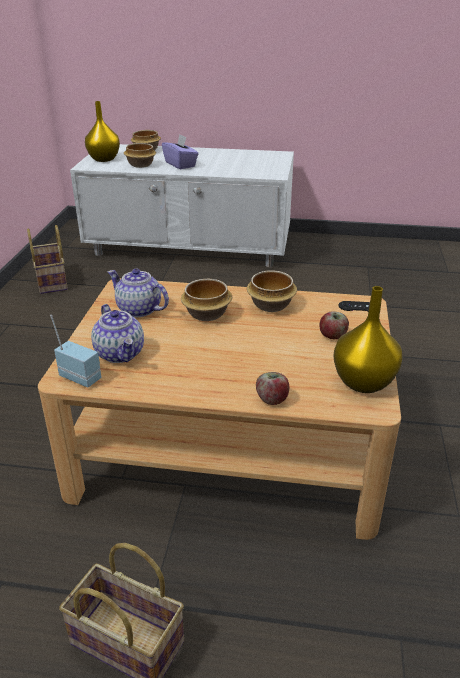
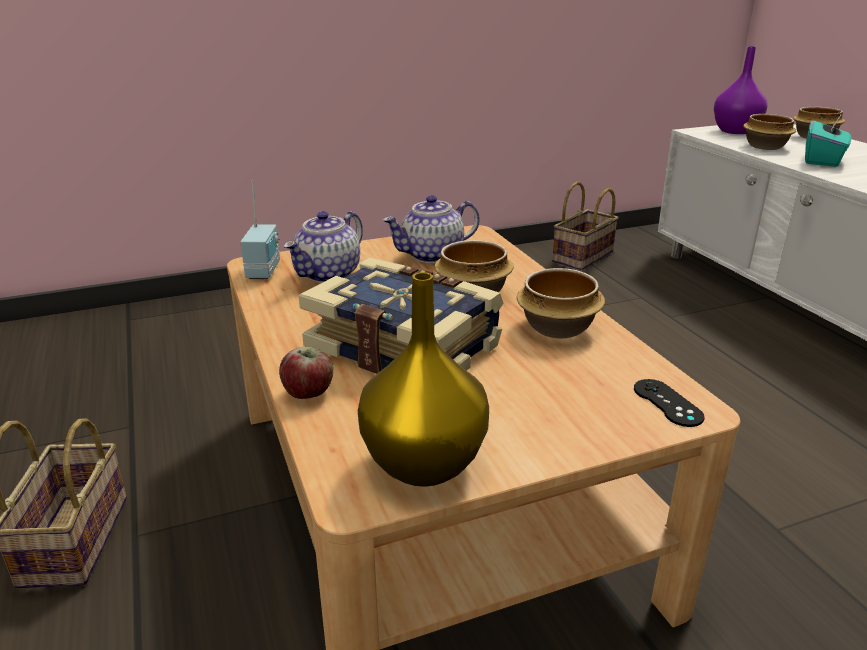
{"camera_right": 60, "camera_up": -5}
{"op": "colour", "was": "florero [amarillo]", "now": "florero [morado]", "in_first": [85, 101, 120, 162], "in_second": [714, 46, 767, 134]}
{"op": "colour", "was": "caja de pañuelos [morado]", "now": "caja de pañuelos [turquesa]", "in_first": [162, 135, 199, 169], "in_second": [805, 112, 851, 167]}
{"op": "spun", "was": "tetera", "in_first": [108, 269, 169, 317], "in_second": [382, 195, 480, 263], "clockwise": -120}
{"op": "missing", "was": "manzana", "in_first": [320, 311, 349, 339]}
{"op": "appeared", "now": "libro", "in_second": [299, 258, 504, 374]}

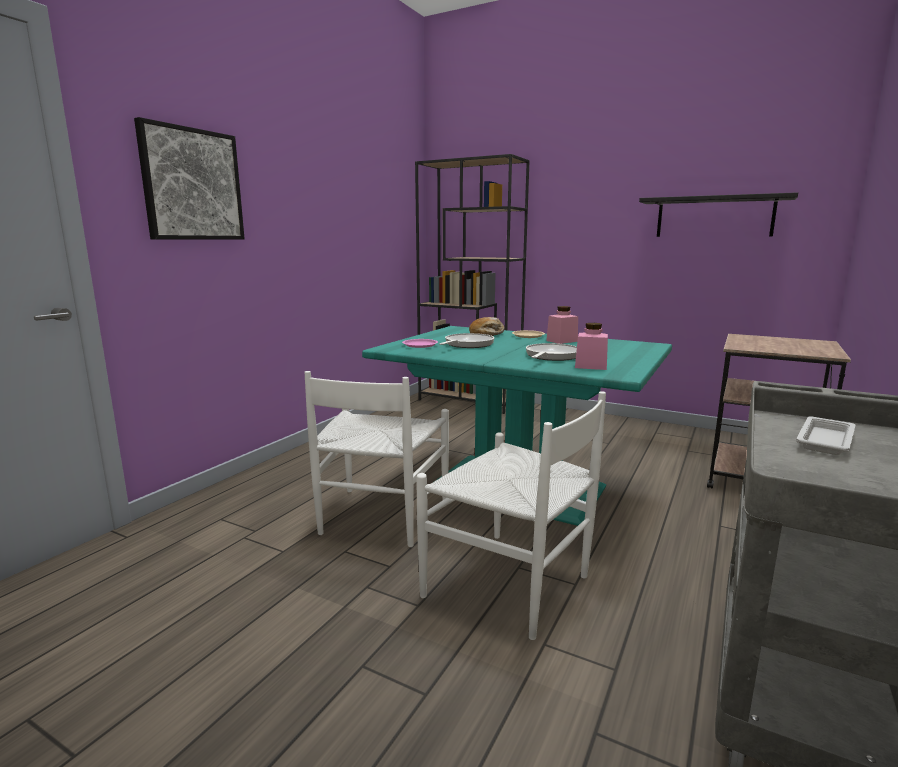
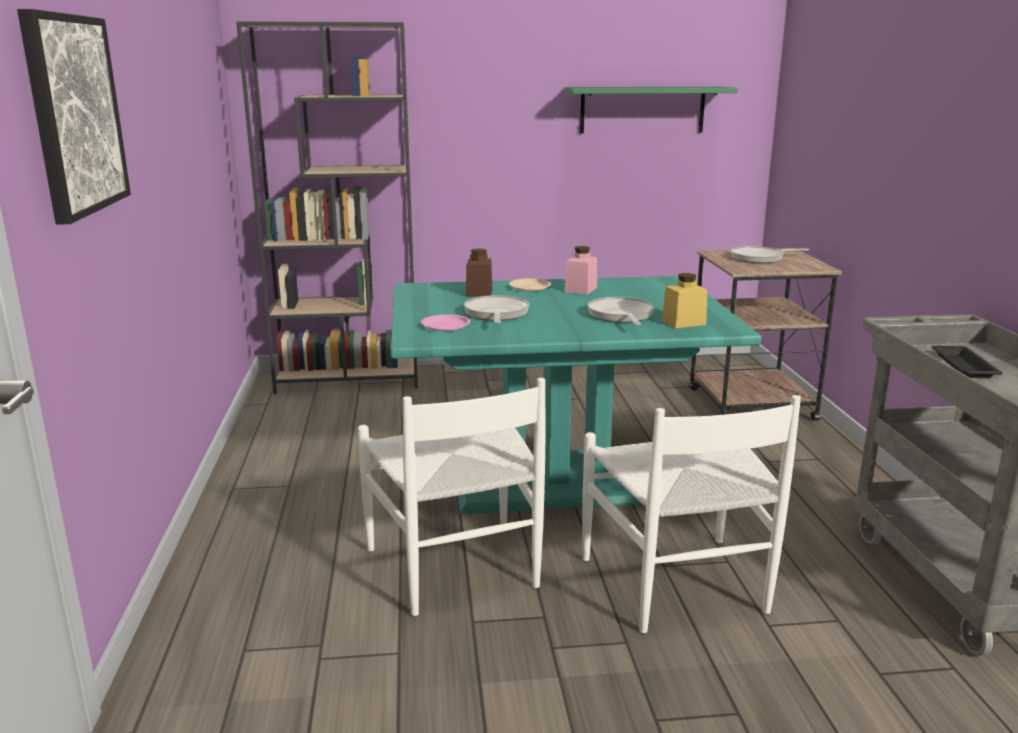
{"camera_right": -35, "camera_up": 5}
{"op": "colour", "was": "estante [negro]", "now": "estante [verde]", "in_first": [639, 192, 798, 237], "in_second": [565, 87, 738, 133]}
{"op": "exchanged", "was": "pan", "now": "tarro [marrón]", "in_first": [469, 317, 504, 336], "in_second": [466, 248, 492, 297]}
{"op": "colour", "was": "tarro [rosa]", "now": "tarro [amarillo]", "in_first": [575, 323, 608, 370], "in_second": [662, 273, 707, 328]}
{"op": "spun", "was": "silla [blanco]", "in_first": [417, 391, 606, 640], "in_second": [582, 395, 801, 633], "clockwise": 75}
{"op": "colour", "was": "bandeja [blanco]", "now": "bandeja [negro]", "in_first": [796, 416, 855, 455], "in_second": [932, 346, 1002, 378]}
{"op": "appeared", "now": "sartén", "in_second": [731, 246, 809, 263]}

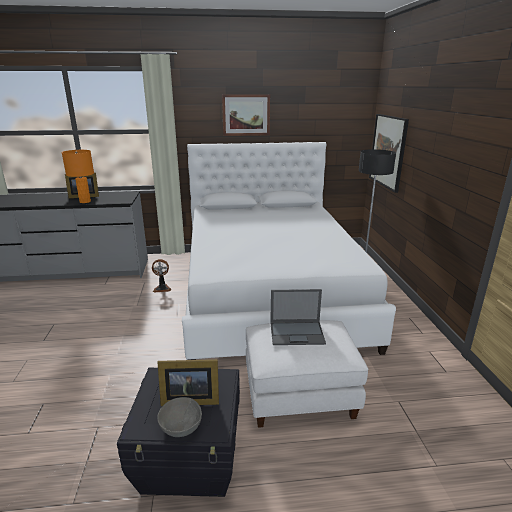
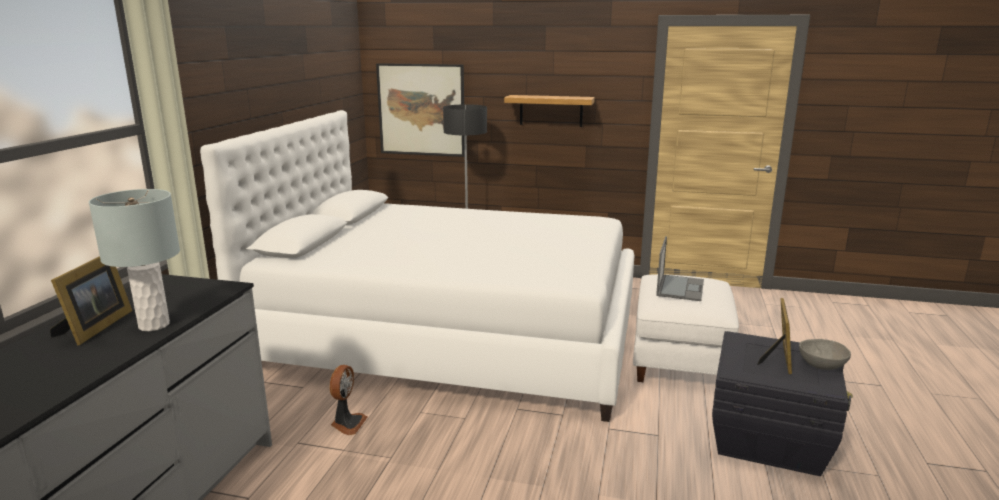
{"camera_right": -70, "camera_up": -5}
{"op": "missing", "was": "cuadro", "in_first": [222, 94, 270, 136]}
{"op": "colour", "was": "lámpara de mesa [naranja]", "now": "lámpara de mesa [gris]", "in_first": [62, 150, 94, 203], "in_second": [89, 189, 180, 331]}
{"op": "appeared", "now": "estante", "in_second": [504, 95, 595, 127]}

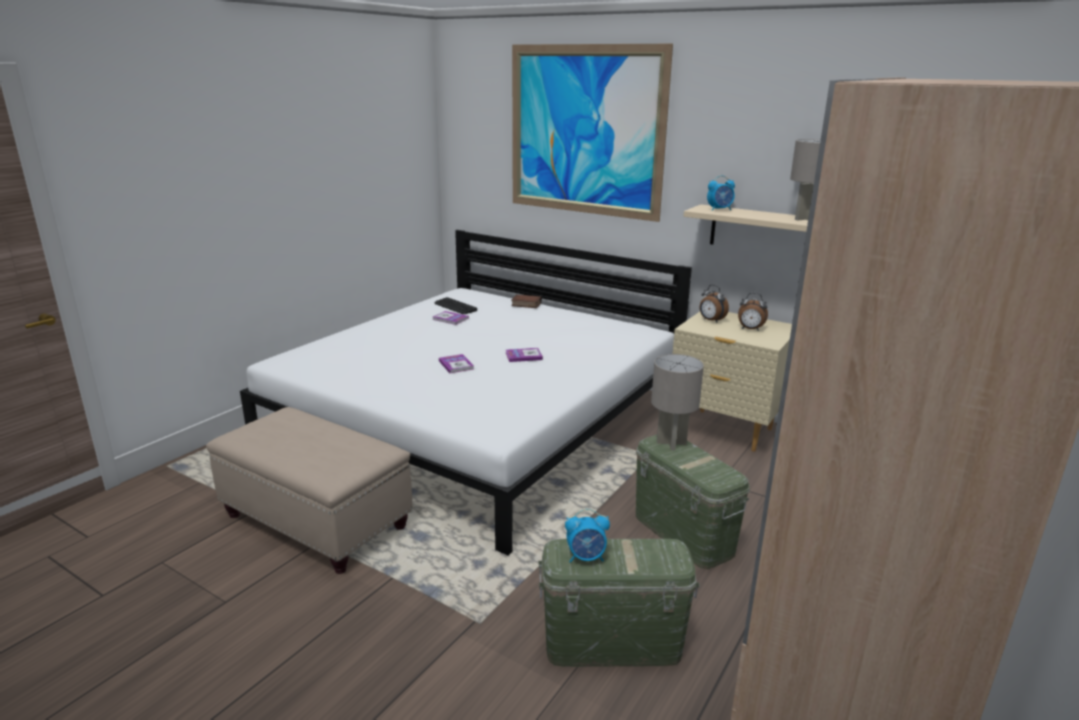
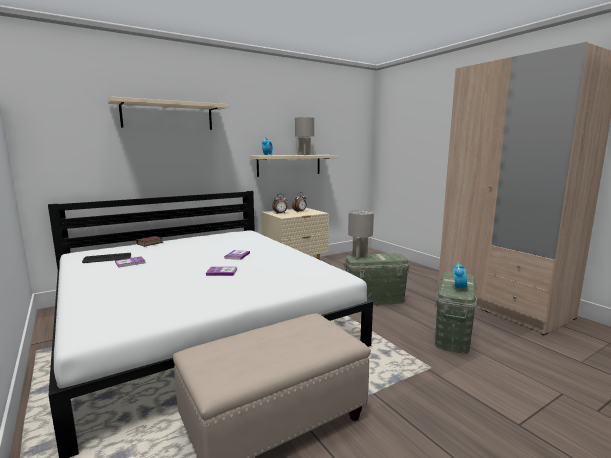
{"camera_right": -65, "camera_up": -10}
{"op": "exchanged", "was": "cuadro", "now": "estante [beis]", "in_first": [512, 44, 673, 222], "in_second": [107, 96, 228, 130]}

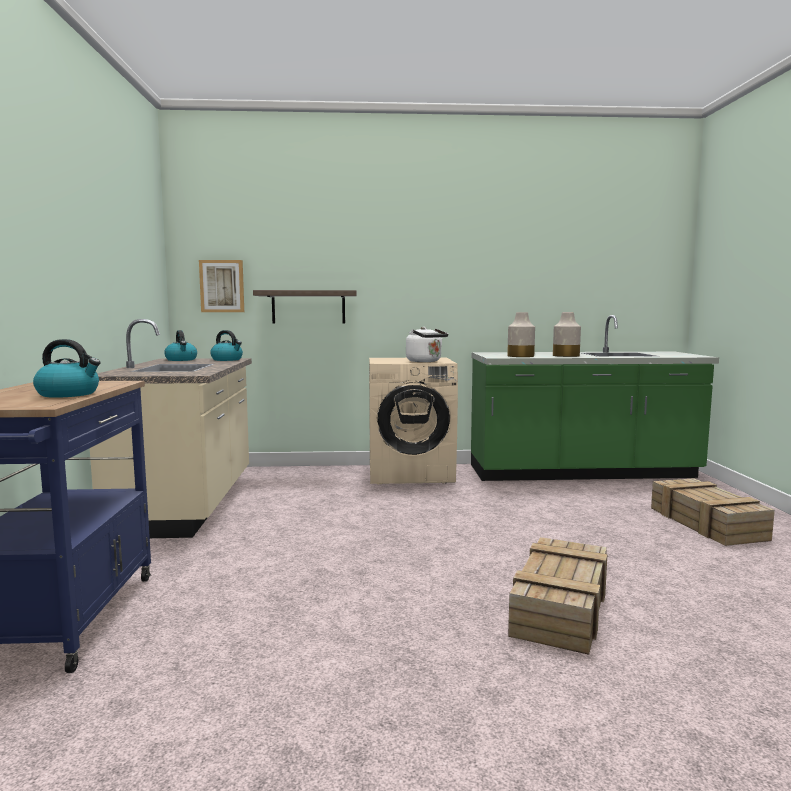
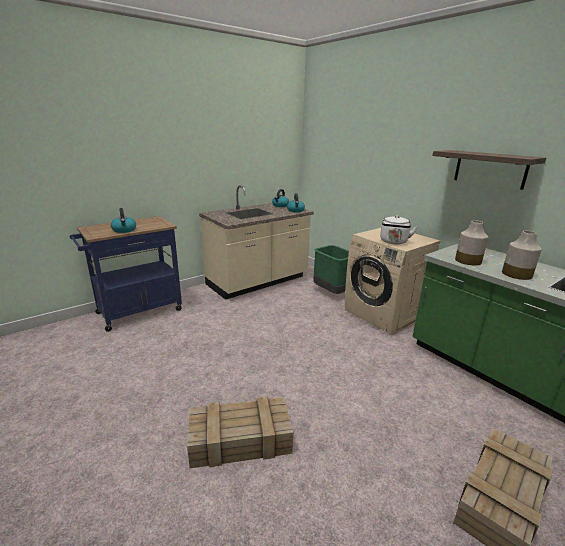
{"camera_right": 55, "camera_up": 15}
{"op": "missing", "was": "cuadro", "in_first": [199, 260, 244, 312]}
{"op": "relocated", "was": "estante", "in_first": [253, 290, 357, 324], "in_second": [432, 150, 546, 190]}
{"op": "appeared", "now": "papelera [verde]", "in_second": [313, 245, 349, 294]}

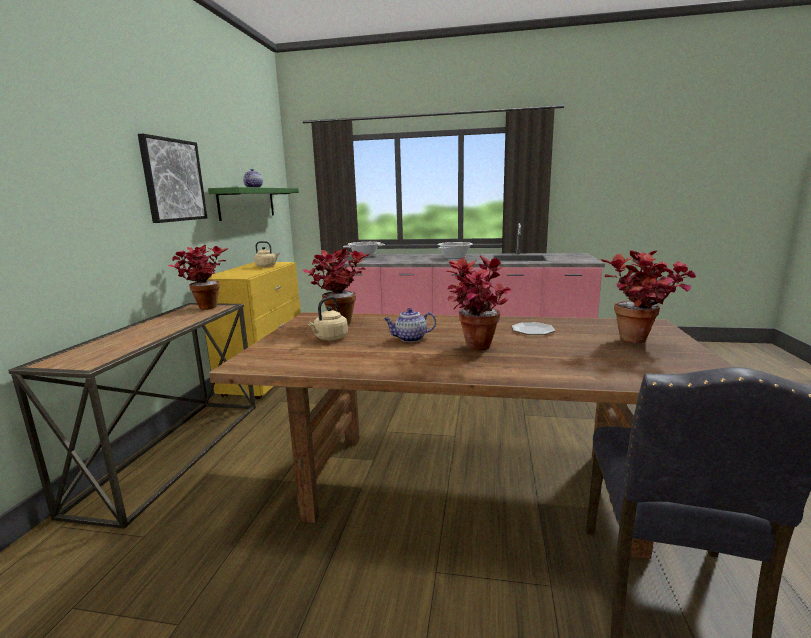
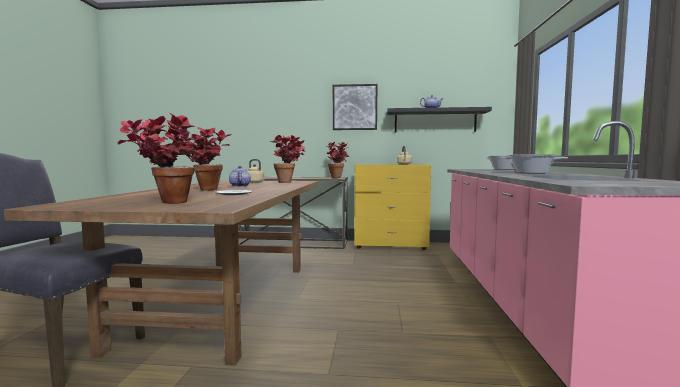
{"camera_right": 85, "camera_up": -10}
{"op": "colour", "was": "estante [verde]", "now": "estante [negro]", "in_first": [208, 187, 299, 221], "in_second": [387, 107, 492, 132]}

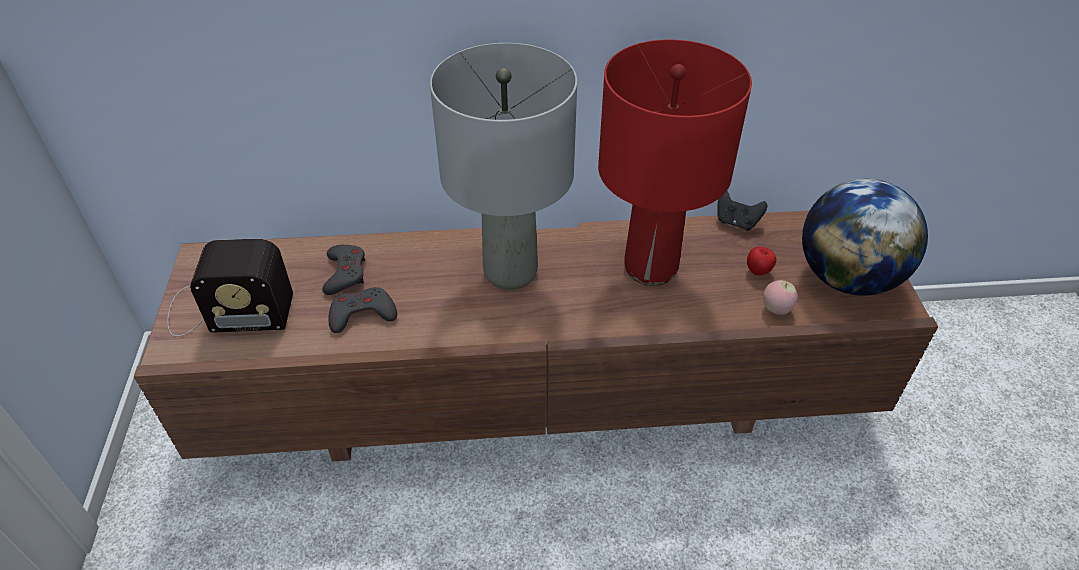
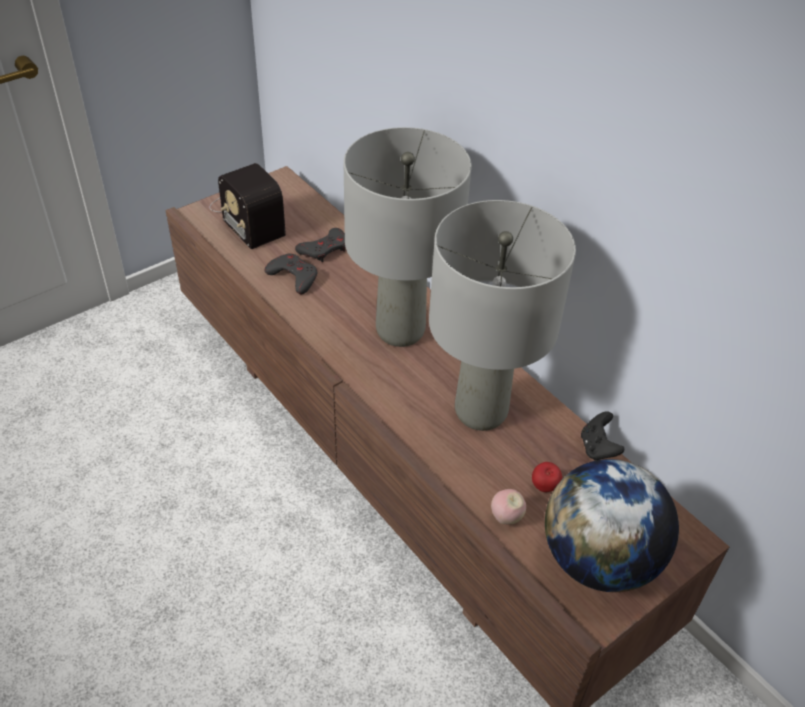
{"camera_right": 55, "camera_up": 0}
{"op": "colour", "was": "lámpara de mesa [rojo]", "now": "lámpara de mesa [gris]", "in_first": [598, 40, 752, 286], "in_second": [429, 200, 576, 431]}

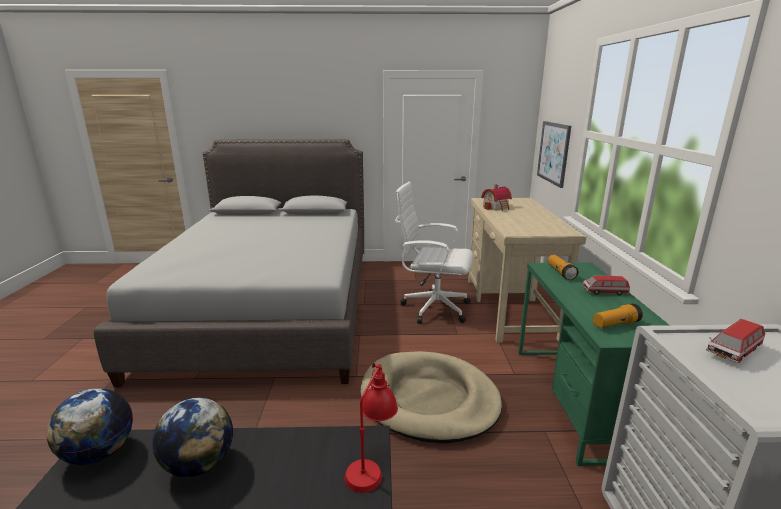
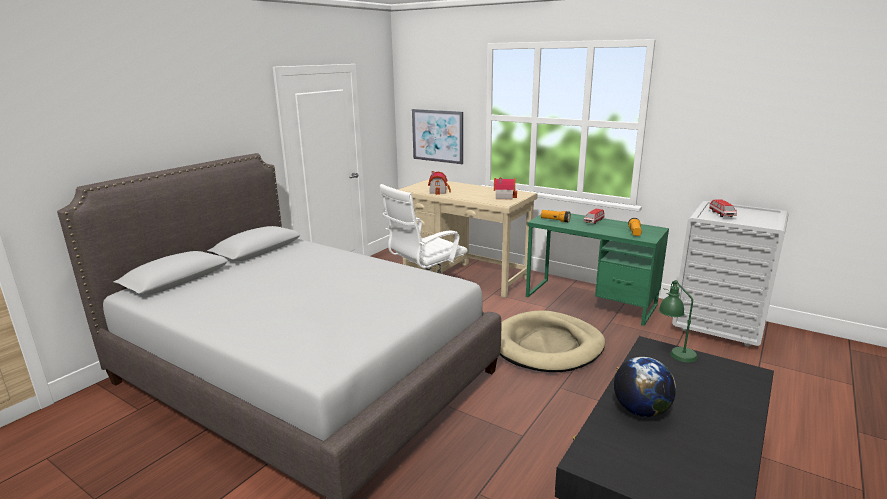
{"camera_right": -55, "camera_up": 0}
{"op": "colour", "was": "lámpara de mesa [rojo]", "now": "lámpara de mesa [verde]", "in_first": [344, 363, 398, 493], "in_second": [659, 280, 697, 363]}
{"op": "missing", "was": "globo terráqueo", "in_first": [47, 388, 133, 465]}
{"op": "appeared", "now": "casita", "in_second": [494, 177, 517, 200]}

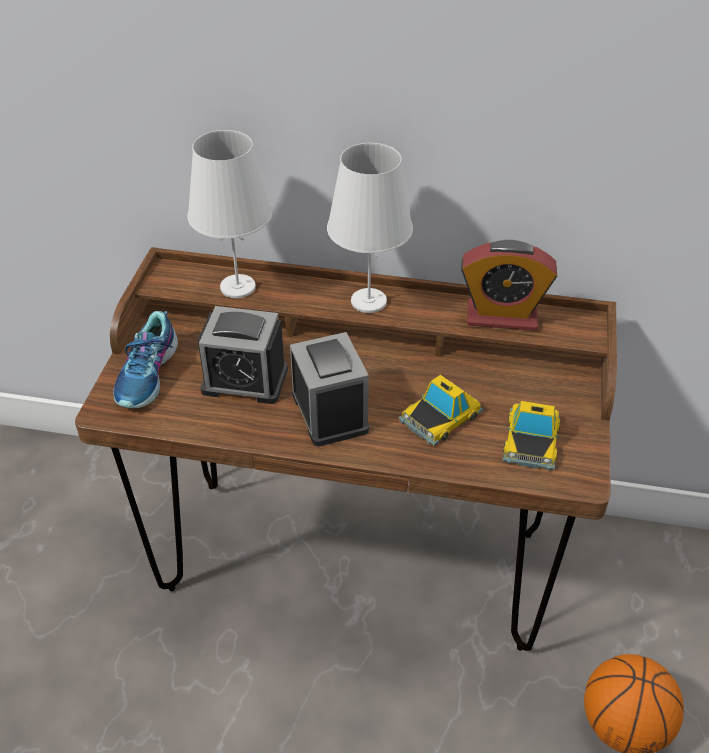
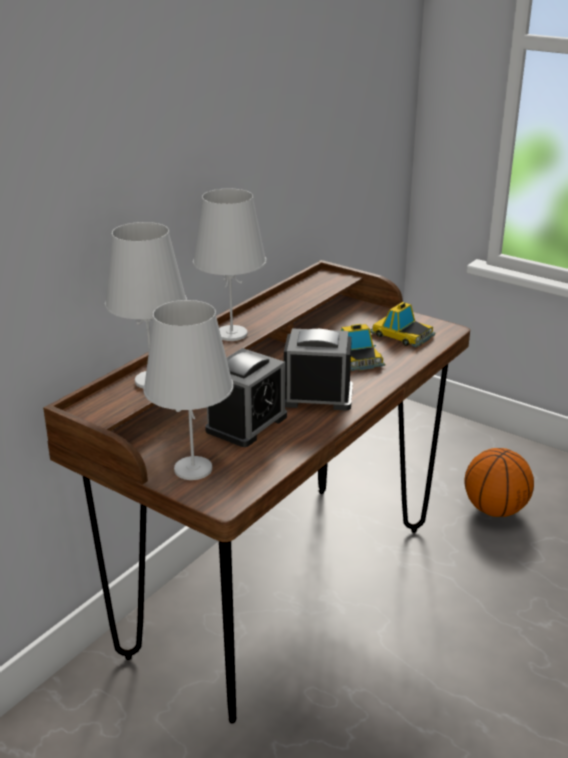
{"camera_right": -65, "camera_up": -15}
{"op": "missing", "was": "despertador", "in_first": [461, 240, 557, 331]}
{"op": "exchanged", "was": "zapato", "now": "lámpara de mesa [blanco]", "in_first": [113, 311, 178, 408], "in_second": [143, 300, 234, 480]}

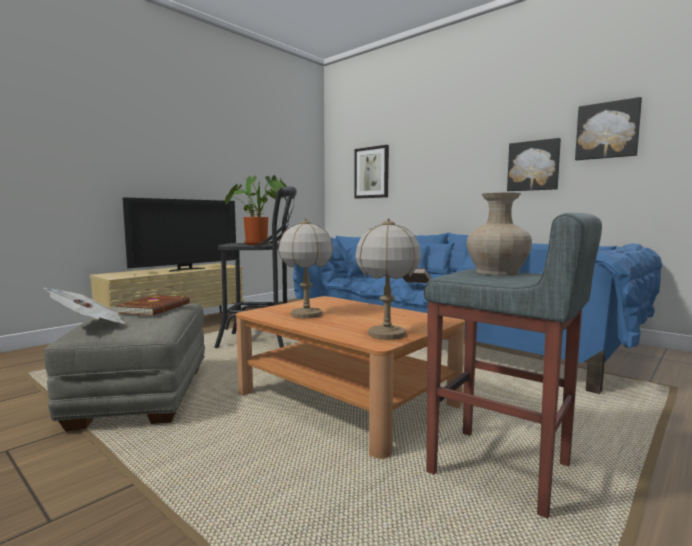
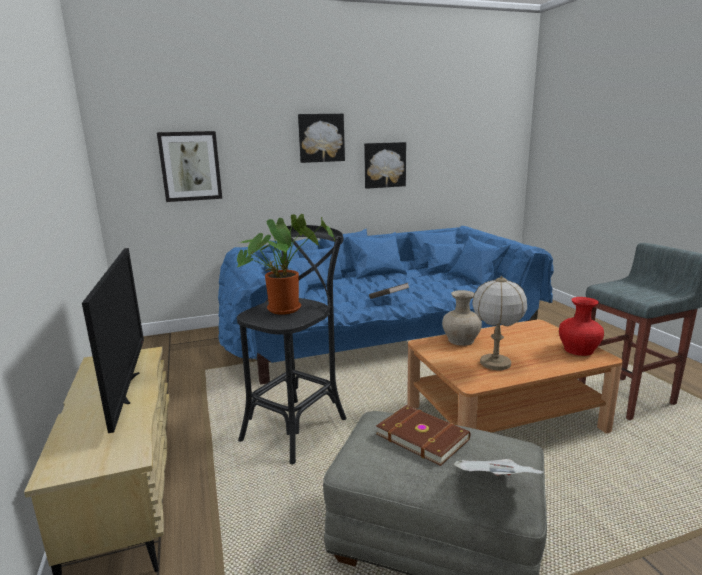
{"camera_right": -60, "camera_up": 10}
{"op": "relocated", "was": "cuadro", "in_first": [575, 97, 642, 160], "in_second": [298, 114, 345, 163]}
{"op": "relocated", "was": "florero [beis]", "in_first": [467, 192, 532, 275], "in_second": [442, 290, 482, 346]}
{"op": "exchanged", "was": "lámpara de mesa", "now": "florero [rojo]", "in_first": [355, 218, 421, 340], "in_second": [559, 297, 604, 356]}

